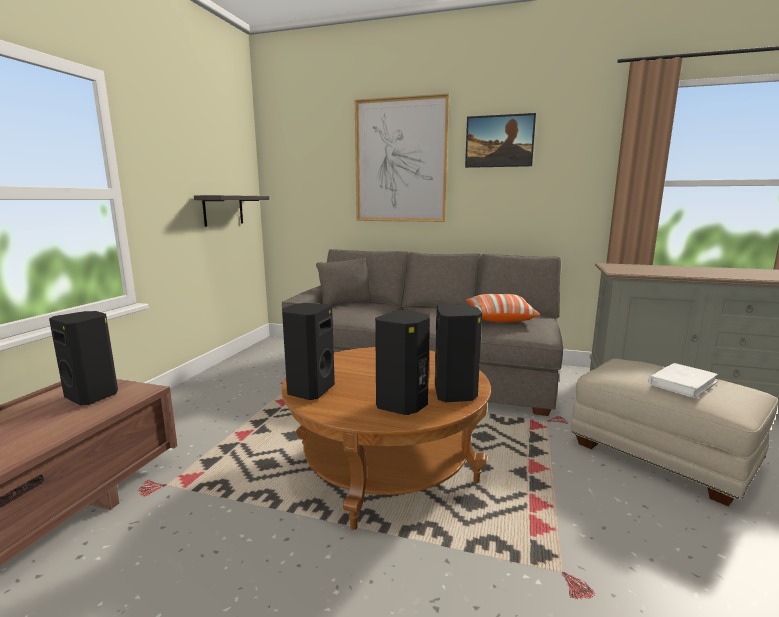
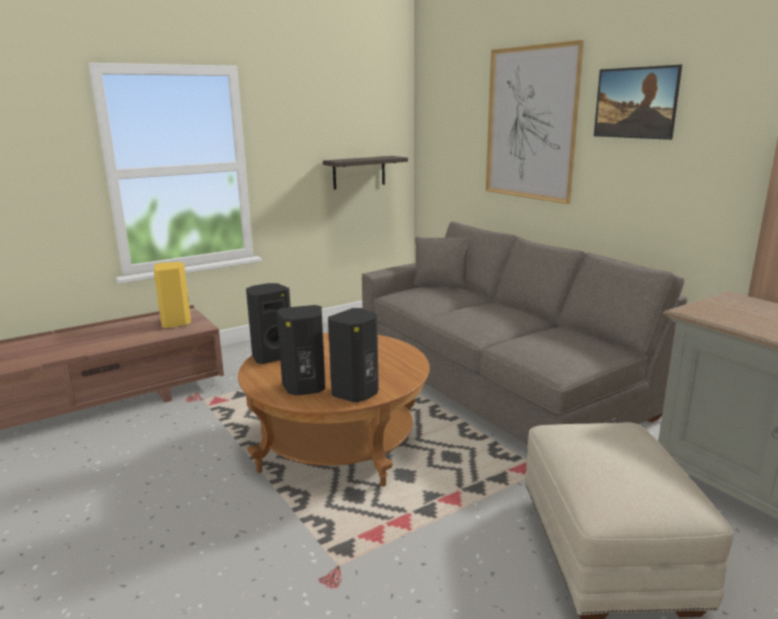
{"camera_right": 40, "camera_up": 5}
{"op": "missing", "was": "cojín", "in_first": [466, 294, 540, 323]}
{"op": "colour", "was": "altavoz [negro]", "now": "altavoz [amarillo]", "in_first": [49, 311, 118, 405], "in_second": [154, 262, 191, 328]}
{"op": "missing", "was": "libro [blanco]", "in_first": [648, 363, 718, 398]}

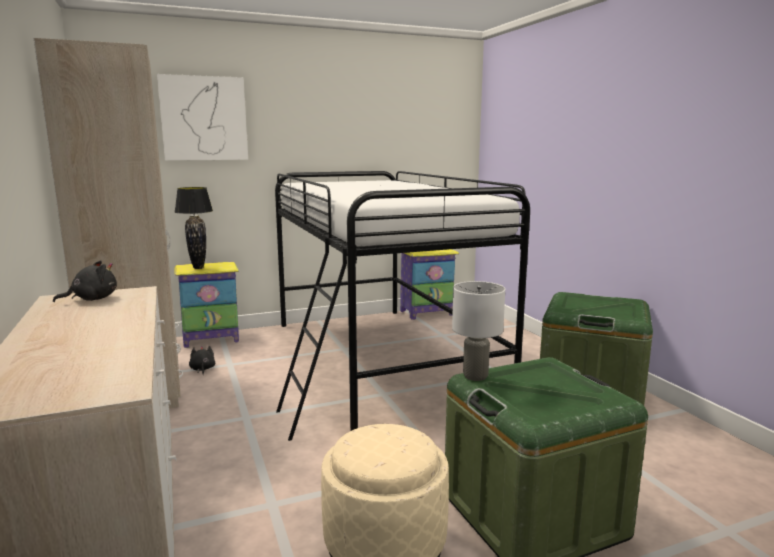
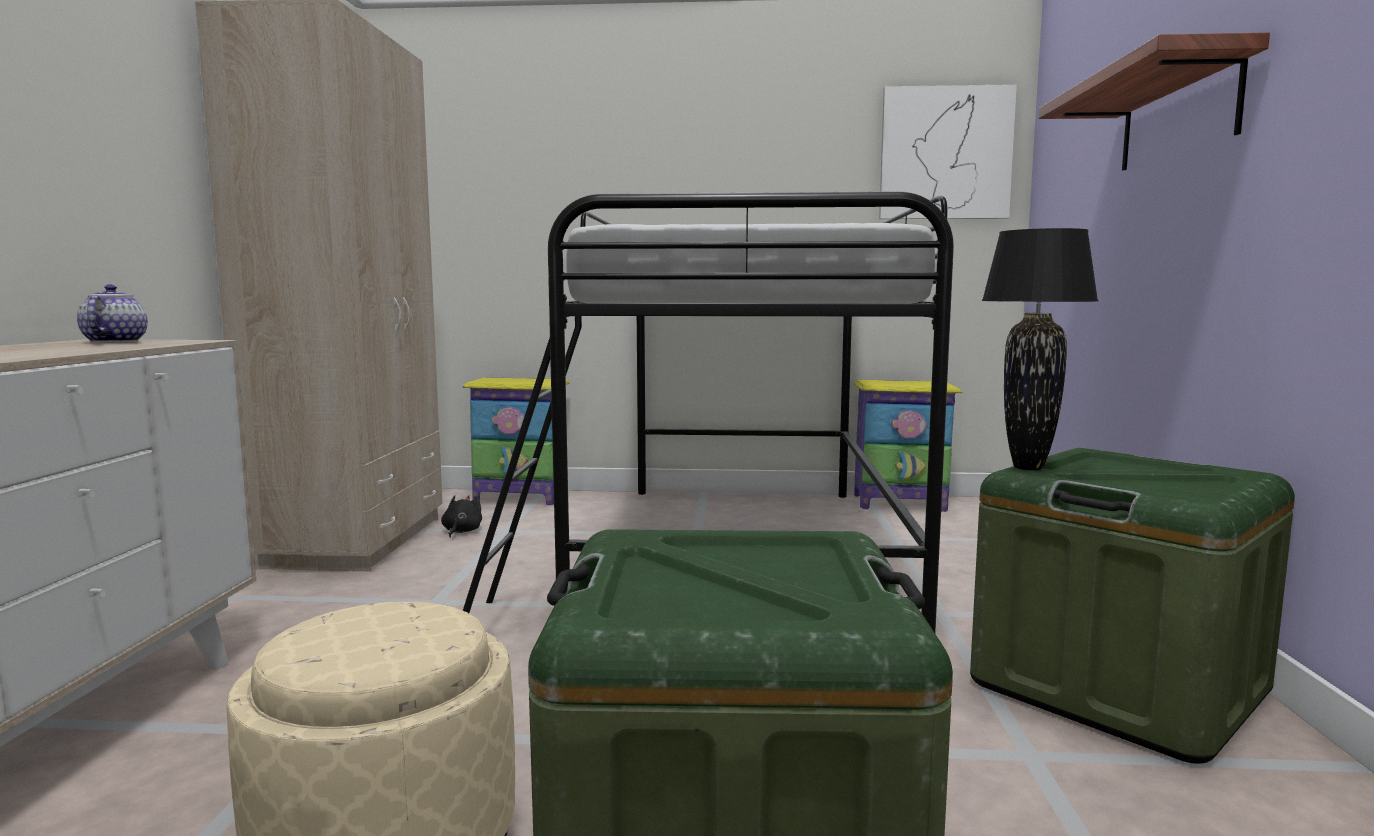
{"camera_right": 25, "camera_up": -5}
{"op": "relocated", "was": "cuadro", "in_first": [157, 74, 248, 161], "in_second": [879, 84, 1017, 219]}
{"op": "relocated", "was": "lámpara de mesa [negro]", "in_first": [175, 187, 213, 269], "in_second": [982, 228, 1099, 471]}
{"op": "exchanged", "was": "peluche [negro]", "now": "tetera", "in_first": [53, 260, 117, 302], "in_second": [77, 285, 148, 343]}
{"op": "missing", "was": "lámpara de mesa [blanco]", "in_first": [452, 281, 505, 381]}
{"op": "appeared", "now": "estante", "in_second": [1039, 33, 1270, 171]}

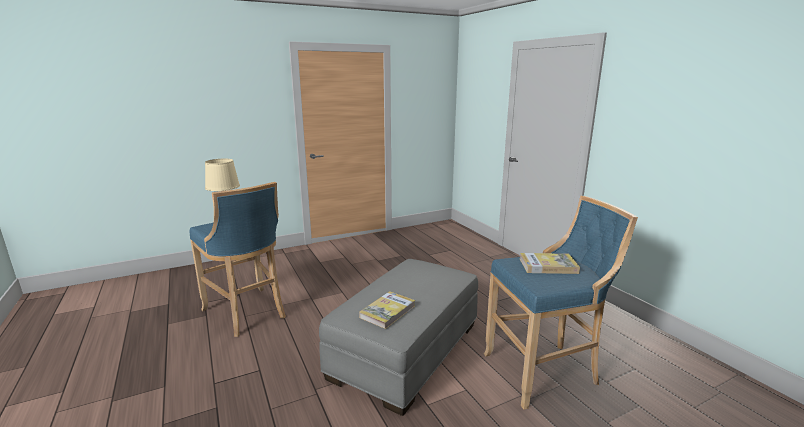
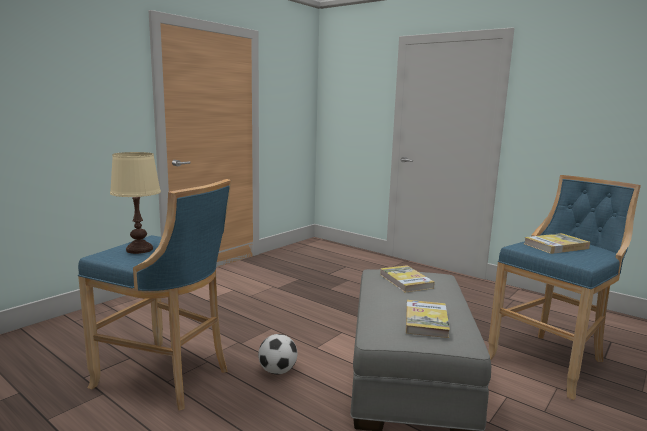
{"camera_right": -25, "camera_up": -5}
{"op": "appeared", "now": "libro", "in_second": [380, 265, 435, 293]}
{"op": "appeared", "now": "balón de fútbol", "in_second": [258, 334, 297, 374]}

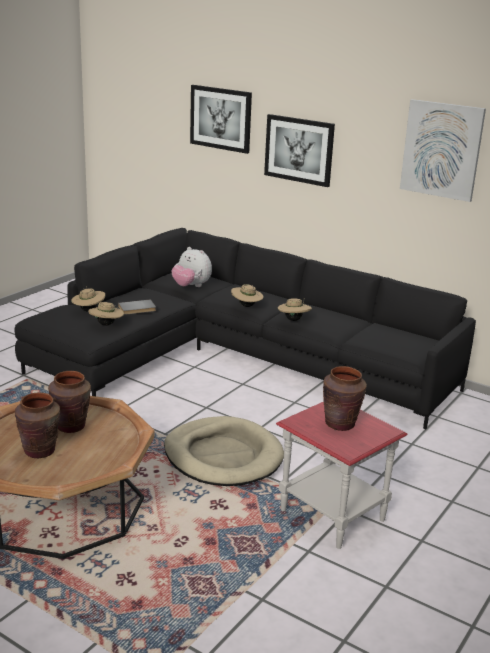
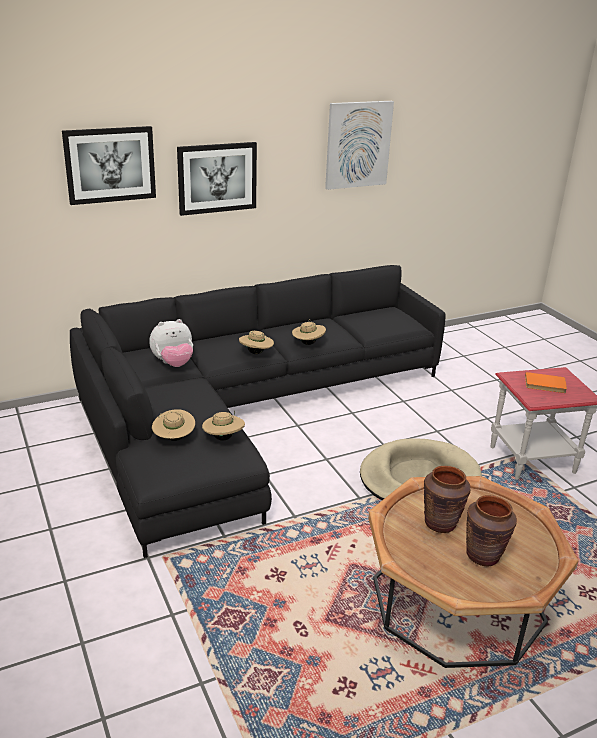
{"camera_right": -60, "camera_up": 5}
{"op": "missing", "was": "libro [gris]", "in_first": [118, 299, 156, 315]}
{"op": "exchanged", "was": "florero [marrón]", "now": "libro [naranja]", "in_first": [323, 366, 367, 431], "in_second": [525, 372, 567, 393]}

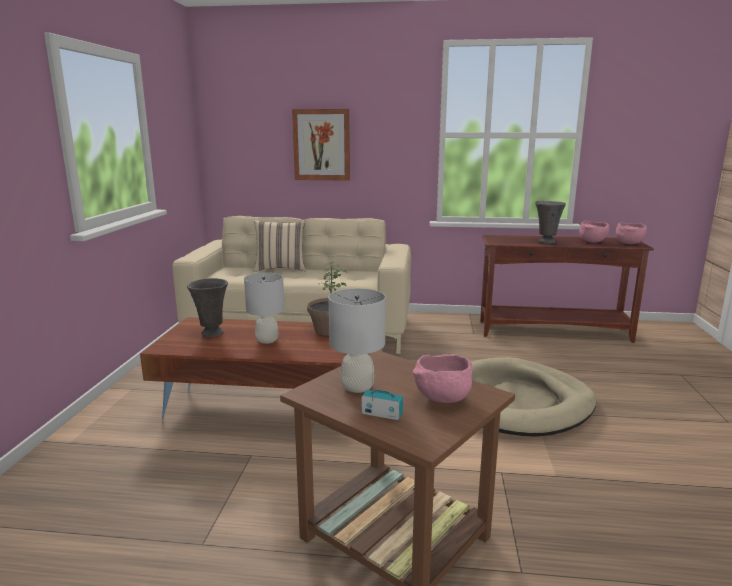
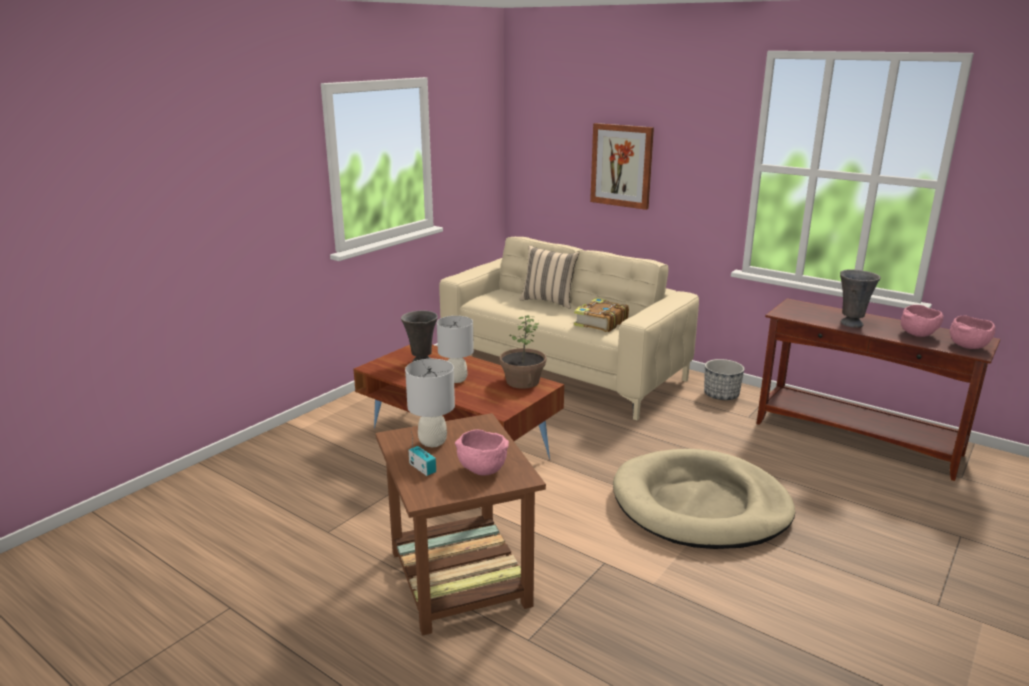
{"camera_right": 30, "camera_up": 5}
{"op": "appeared", "now": "libro", "in_second": [574, 298, 629, 332]}
{"op": "appeared", "now": "maceta", "in_second": [704, 359, 744, 400]}

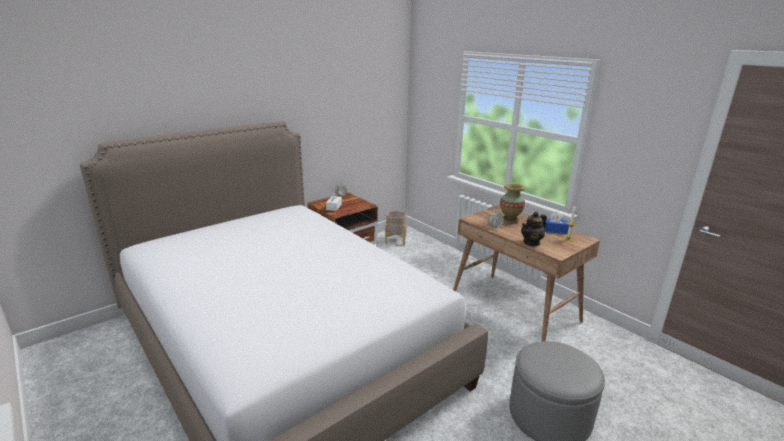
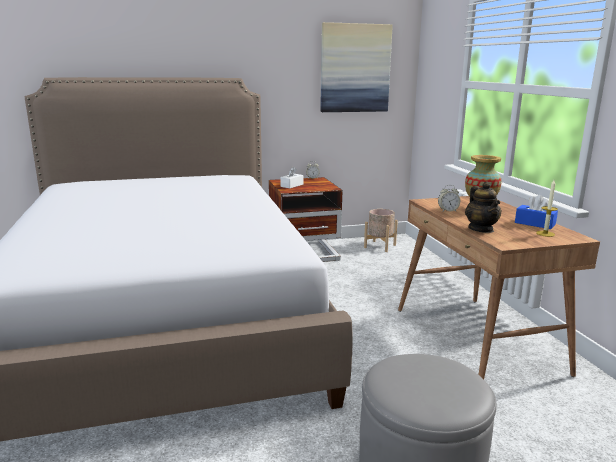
{"camera_right": 25, "camera_up": -5}
{"op": "spun", "was": "tetera", "in_first": [521, 211, 547, 246], "in_second": [465, 182, 502, 233], "clockwise": -90}
{"op": "appeared", "now": "cuadro", "in_second": [320, 22, 393, 112]}

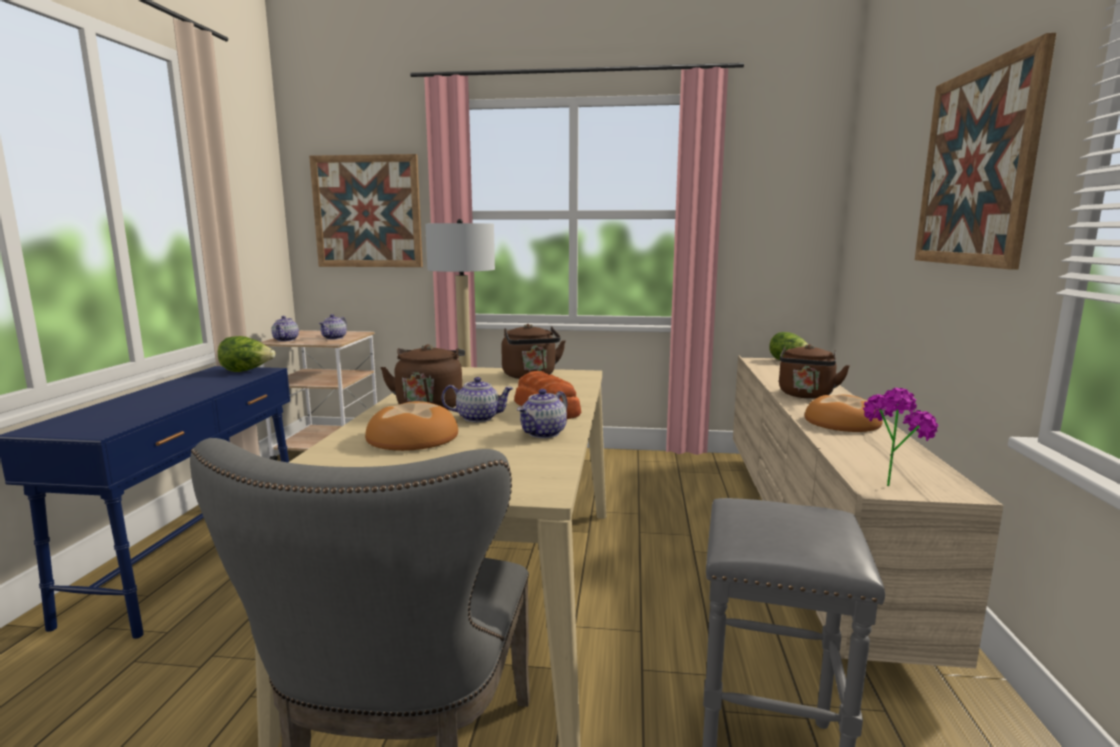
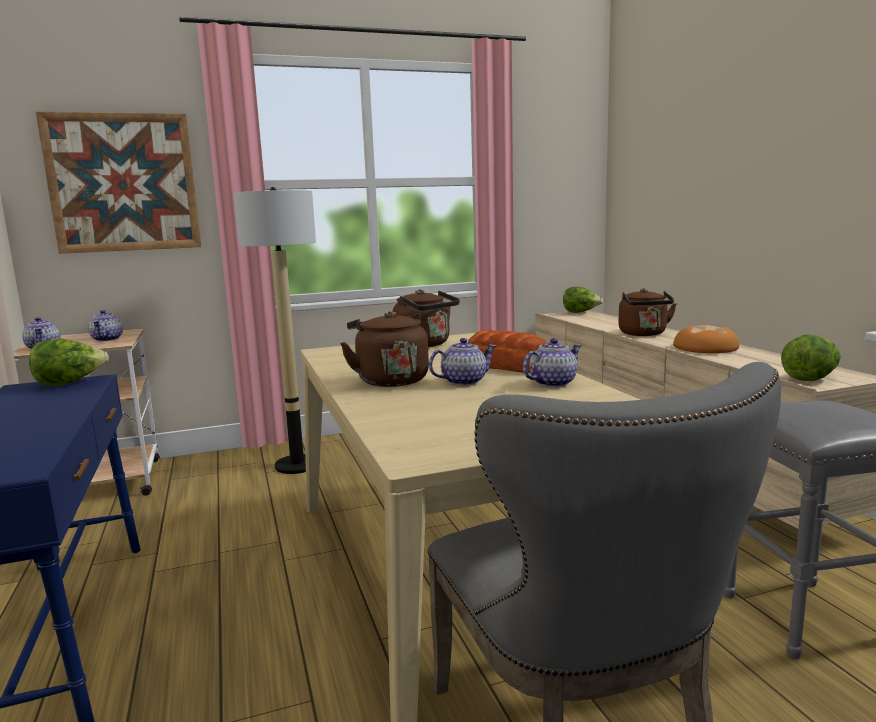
{"camera_right": -25, "camera_up": 0}
{"op": "missing", "was": "cuadro", "in_first": [915, 33, 1057, 270]}
{"op": "exchanged", "was": "planta en maceta", "now": "lechuga", "in_first": [863, 388, 938, 486], "in_second": [781, 335, 841, 381]}
{"op": "spun", "was": "tetera", "in_first": [517, 389, 567, 438], "in_second": [523, 338, 582, 387], "clockwise": -135}
{"op": "missing", "was": "pan", "in_first": [365, 401, 458, 451]}

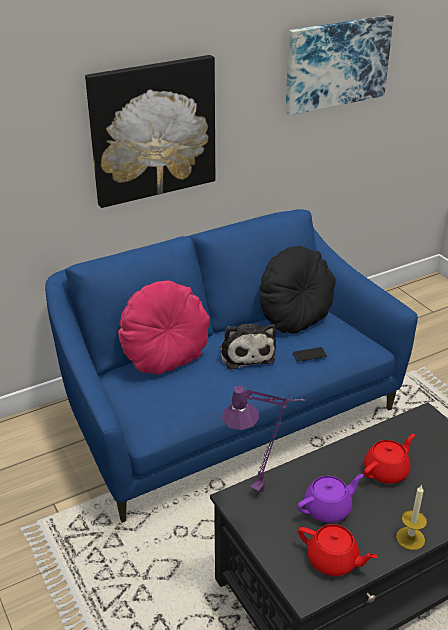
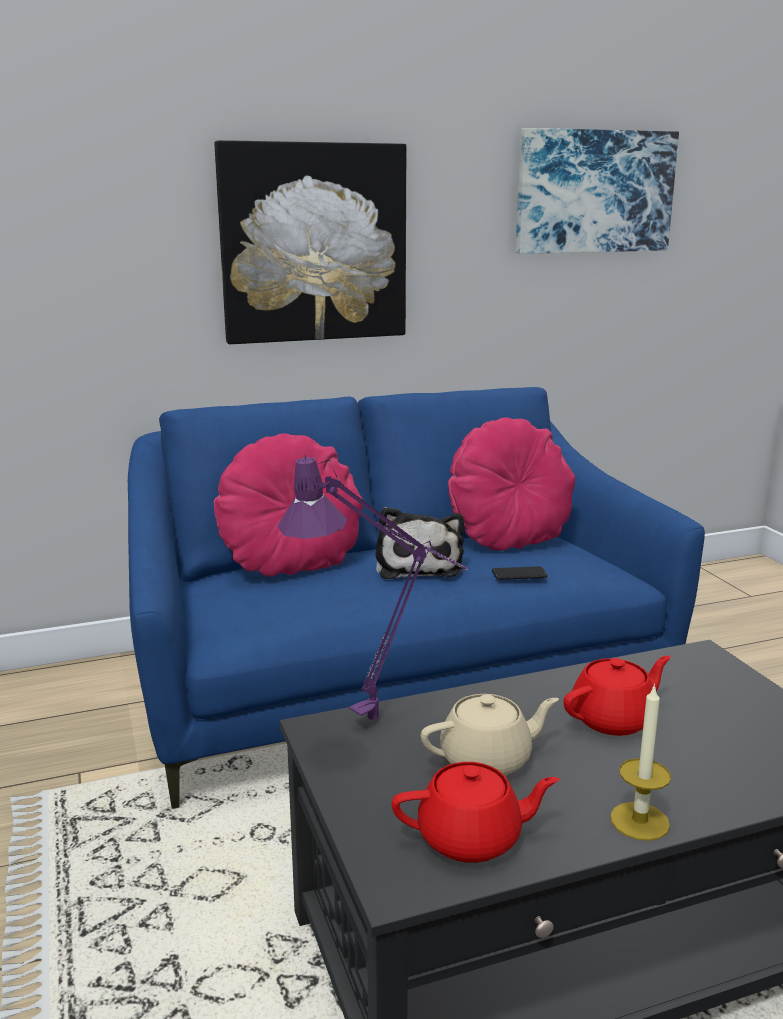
{"camera_right": 10, "camera_up": -15}
{"op": "colour", "was": "cojín [negro]", "now": "cojín [rosa]", "in_first": [259, 246, 336, 334], "in_second": [448, 417, 575, 551]}
{"op": "colour", "was": "tetera [morado]", "now": "tetera [beis]", "in_first": [297, 474, 364, 523], "in_second": [421, 694, 559, 776]}
{"op": "spun", "was": "tetera [rojo]", "in_first": [298, 524, 377, 576], "in_second": [392, 762, 559, 863], "clockwise": -45}

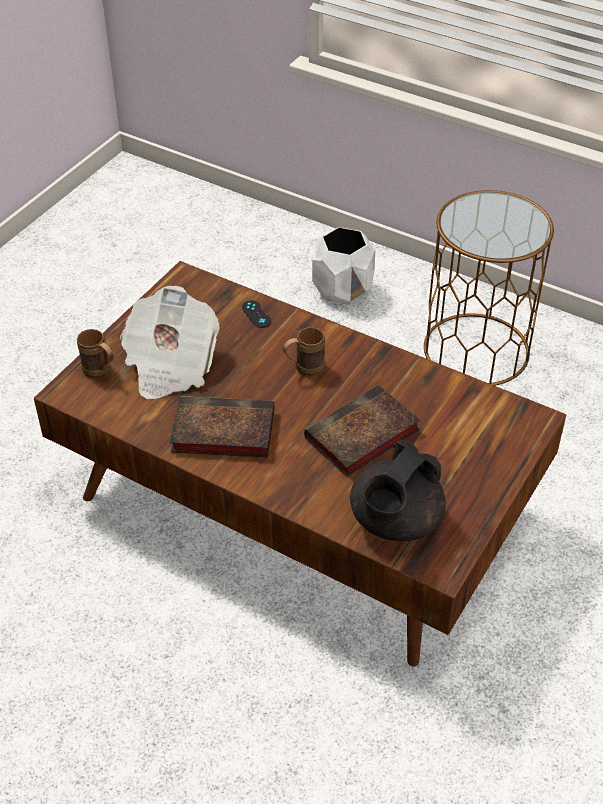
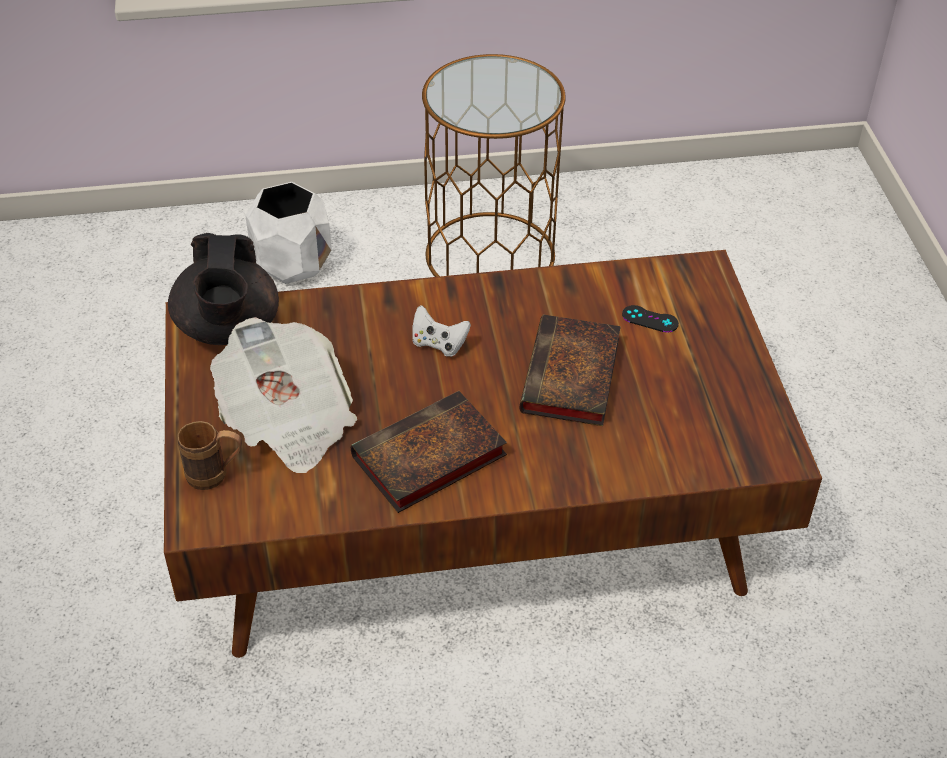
{"camera_right": -40, "camera_up": 0}
{"op": "relocated", "was": "mando de consola [negro]", "in_first": [242, 300, 271, 328], "in_second": [622, 305, 679, 333]}
{"op": "exchanged", "was": "taza grande [marrón]", "now": "mando de consola [blanco]", "in_first": [283, 327, 325, 377], "in_second": [412, 305, 471, 357]}
{"op": "relocated", "was": "tetera [negro]", "in_first": [350, 440, 446, 541], "in_second": [168, 233, 279, 345]}

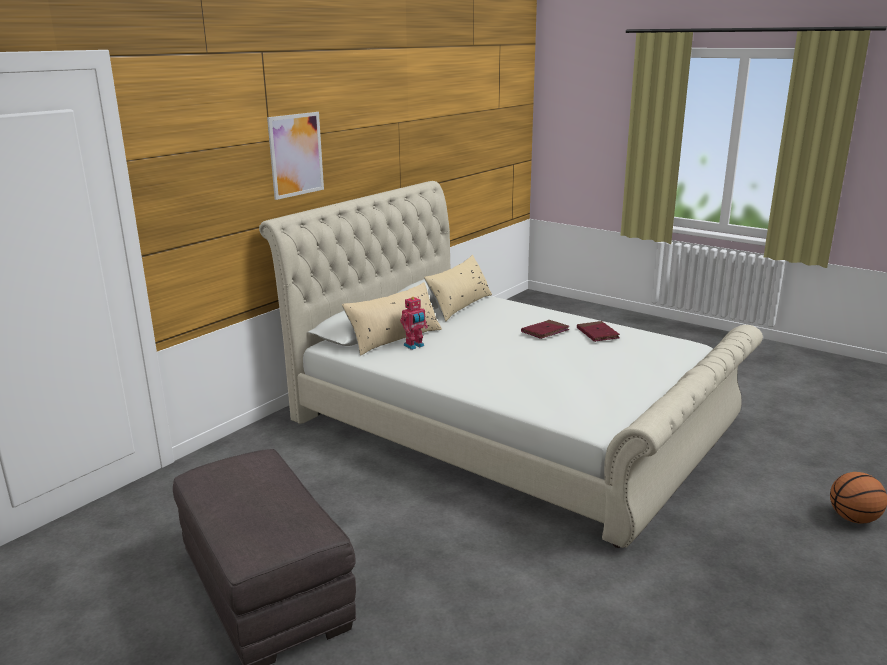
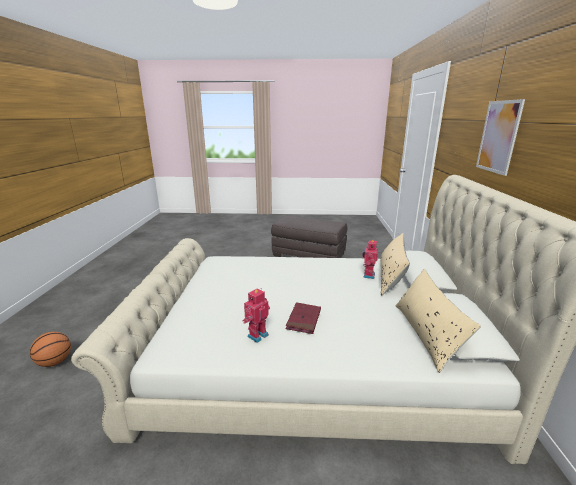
{"camera_right": 145, "camera_up": 0}
{"op": "exchanged", "was": "libro [rojo]", "now": "robot de juguete", "in_first": [577, 321, 620, 342], "in_second": [243, 288, 270, 343]}

